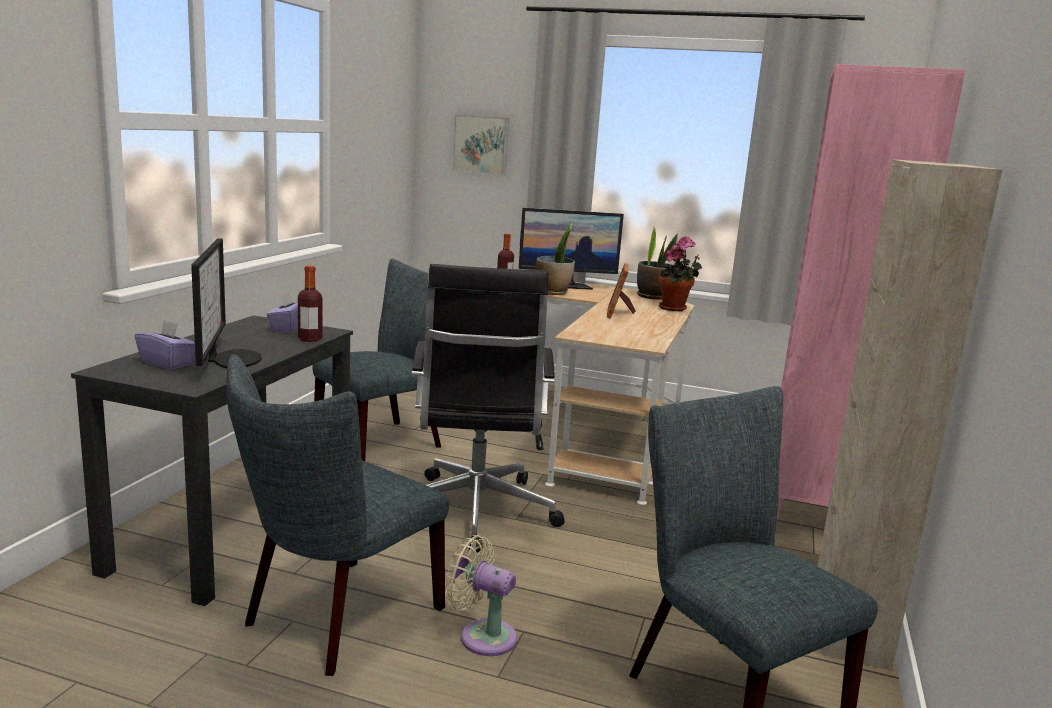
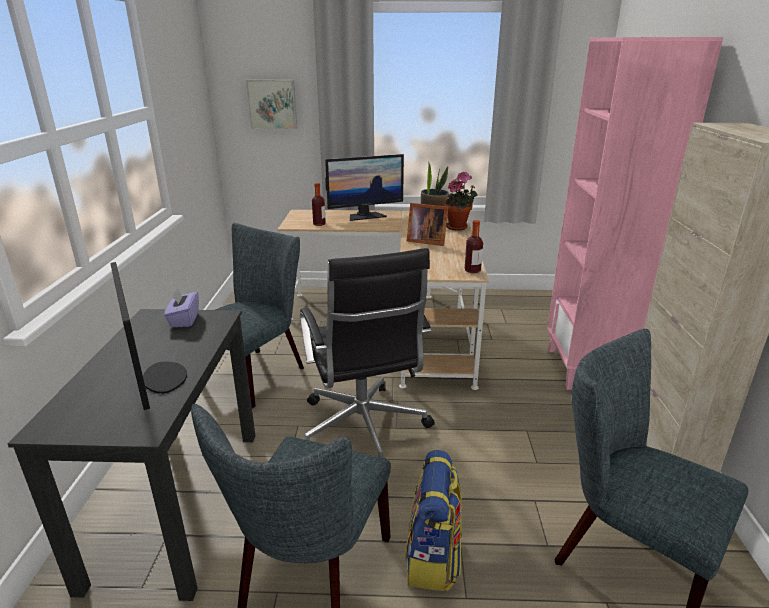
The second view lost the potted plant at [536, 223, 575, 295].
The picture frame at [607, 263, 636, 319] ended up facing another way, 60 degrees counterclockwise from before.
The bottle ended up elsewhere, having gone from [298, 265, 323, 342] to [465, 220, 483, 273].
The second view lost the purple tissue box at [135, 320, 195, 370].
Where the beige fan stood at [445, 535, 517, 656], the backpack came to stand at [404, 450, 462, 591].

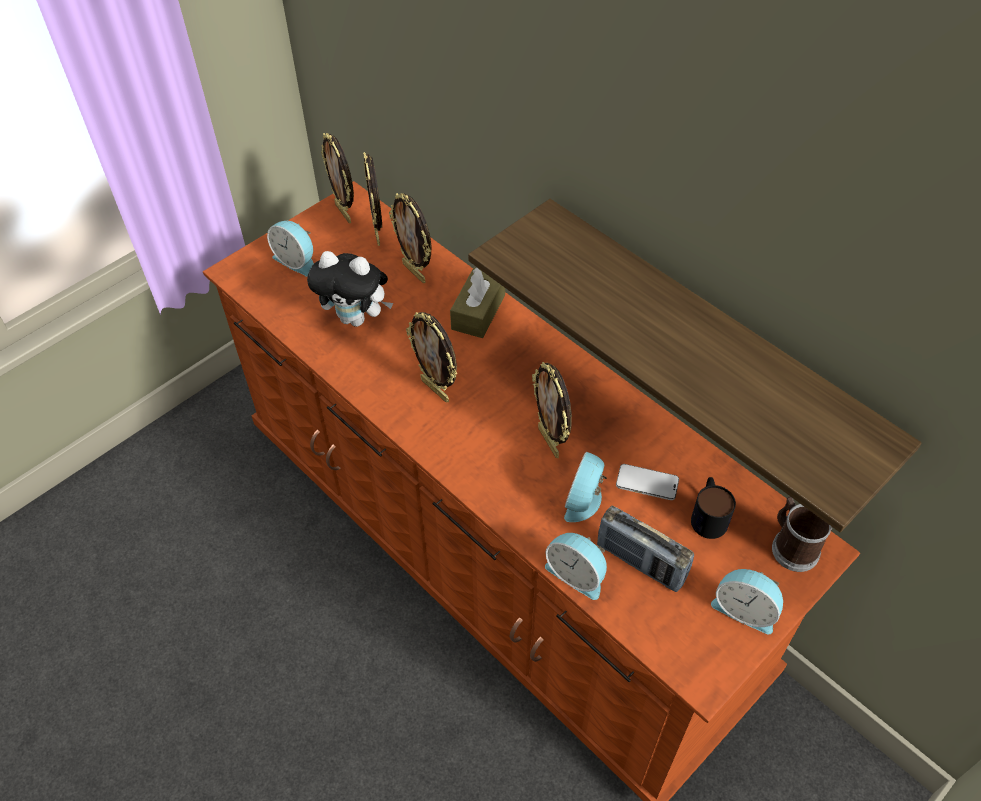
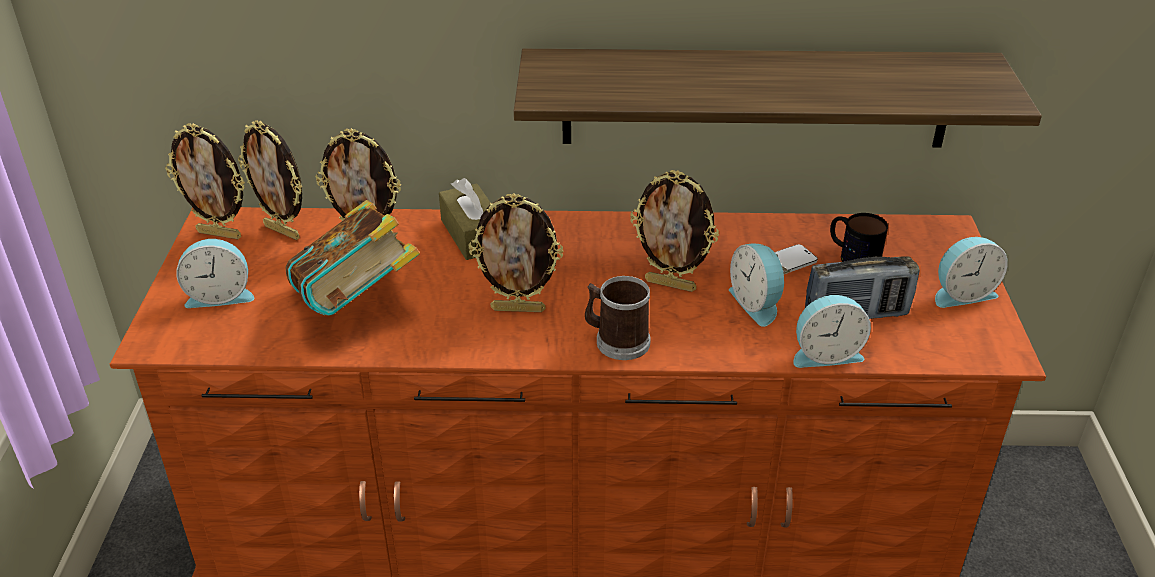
Where the plush toy stood at [307, 251, 393, 327], the book came to stand at [285, 200, 420, 316].
The mug ended up elsewhere, having gone from [772, 497, 832, 572] to [585, 276, 651, 360].

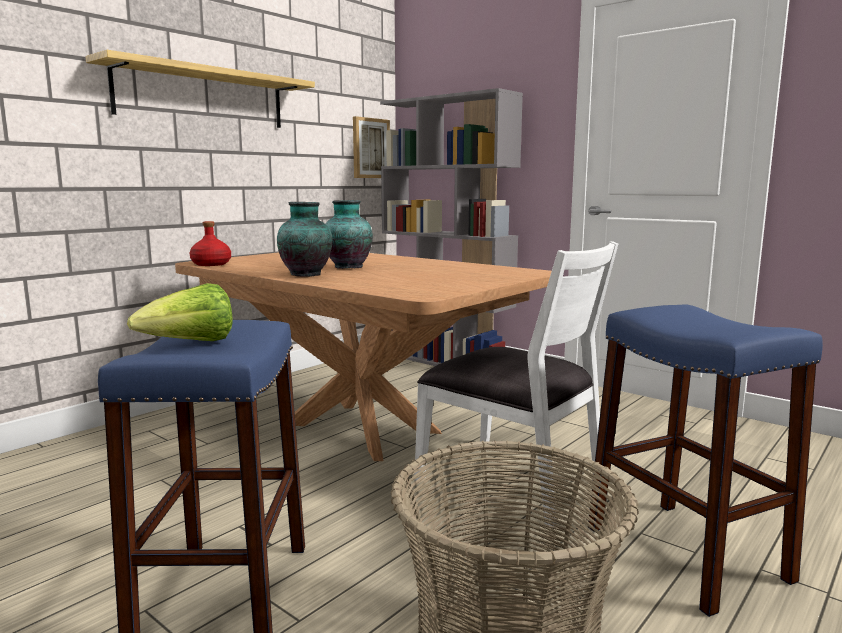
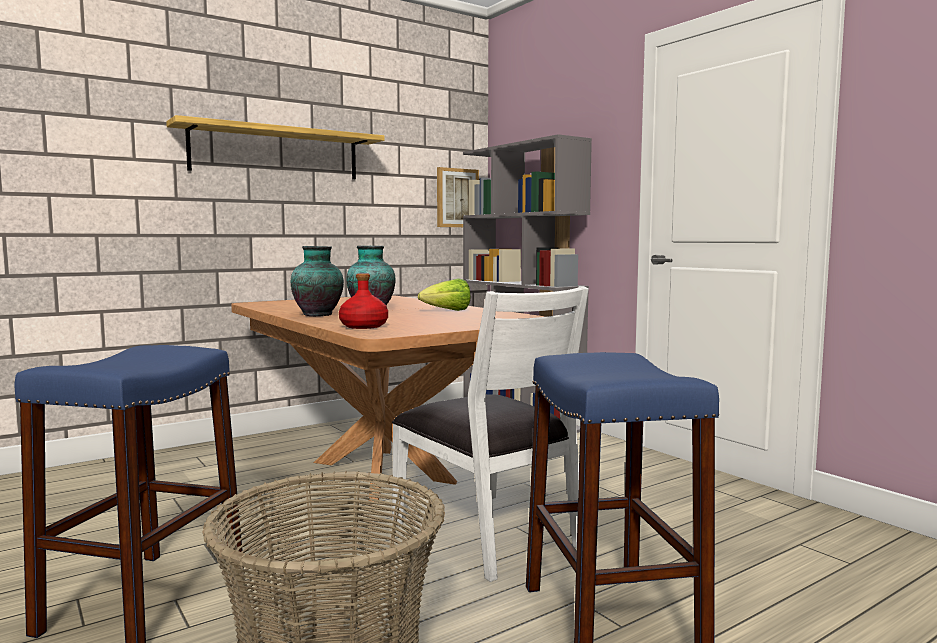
The red bottle ended up elsewhere, having gone from [190, 221, 231, 266] to [339, 273, 388, 329].
The lettuce ended up elsewhere, having gone from [127, 283, 232, 341] to [418, 278, 470, 311].

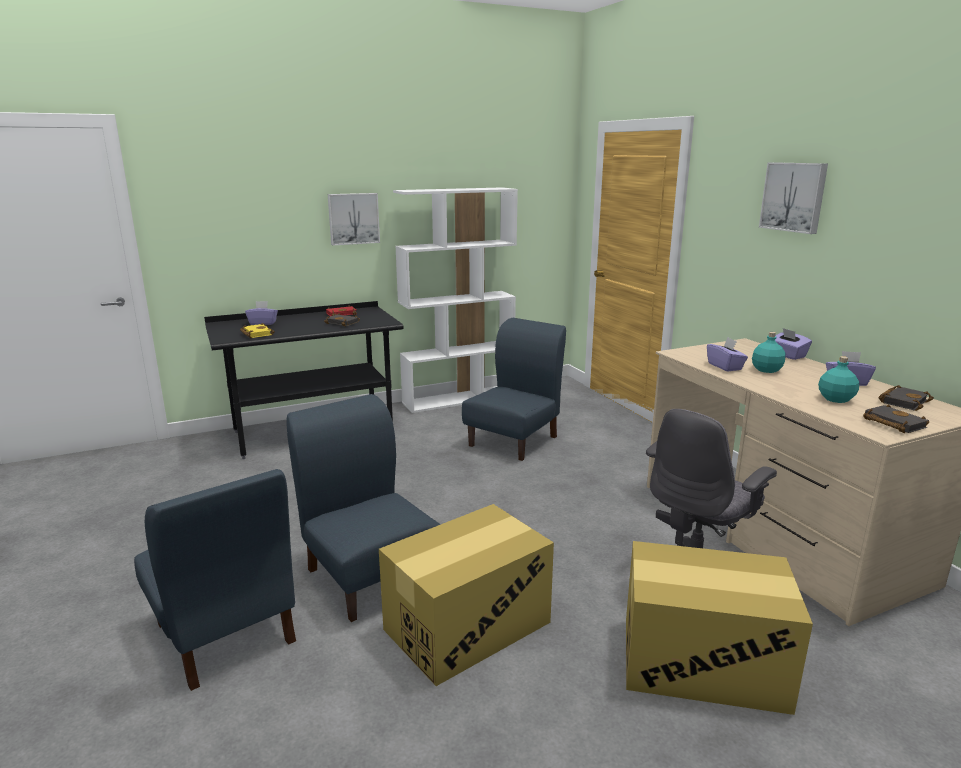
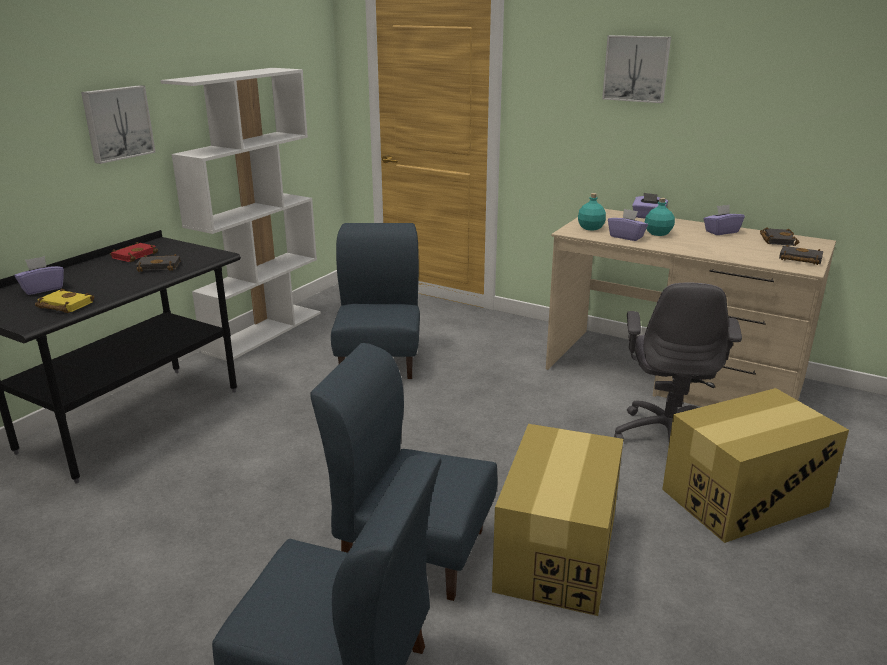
The turquoise bottle ended up elsewhere, having gone from [818, 356, 859, 403] to [578, 193, 606, 230].

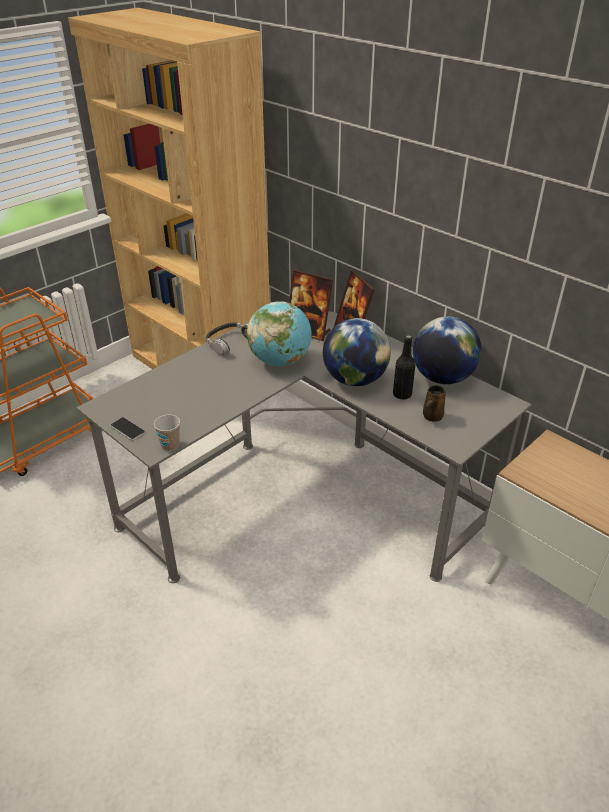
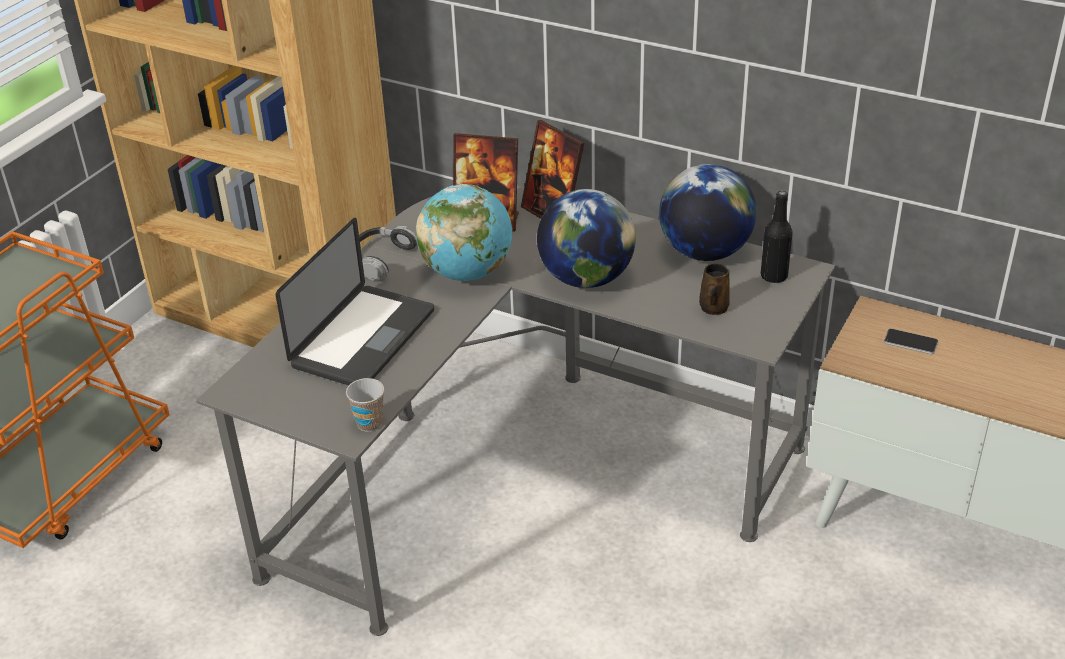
The black bottle ended up elsewhere, having gone from [393, 335, 415, 399] to [761, 191, 793, 283].
The phone ended up elsewhere, having gone from [110, 417, 145, 440] to [884, 329, 938, 354].
The second view gained the laptop at [276, 218, 434, 385].

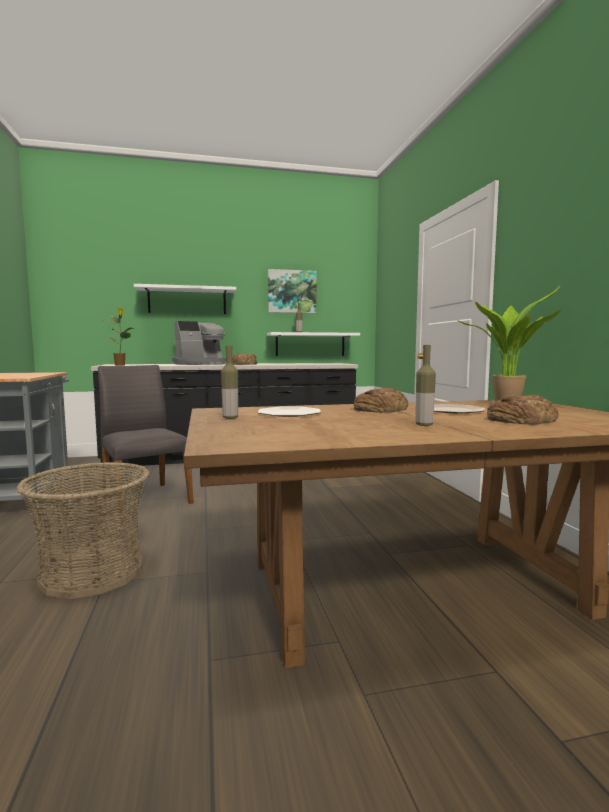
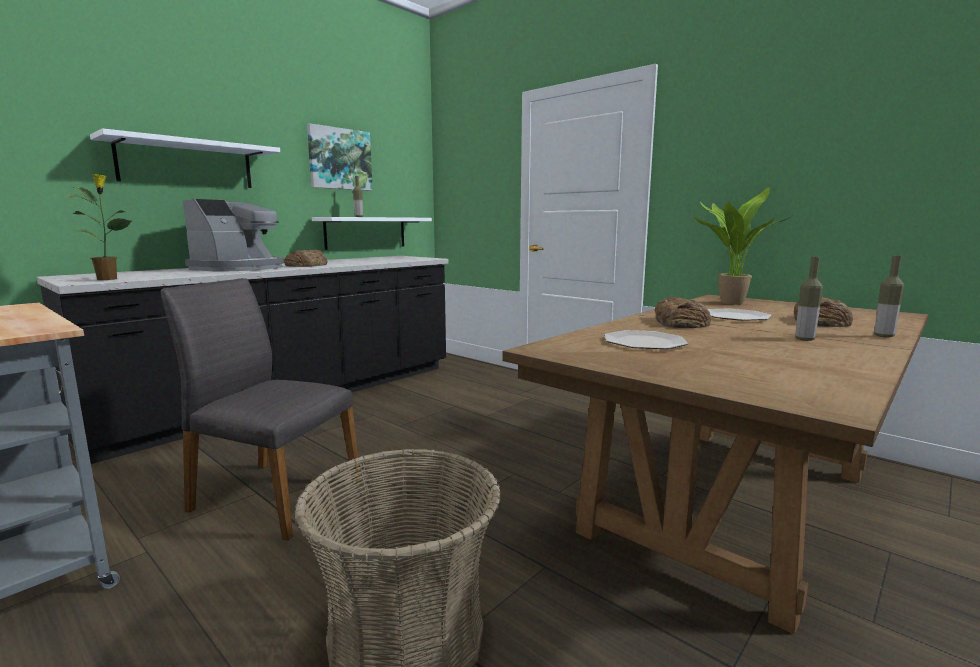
The bottle ended up elsewhere, having gone from [221, 345, 238, 419] to [874, 256, 904, 337].

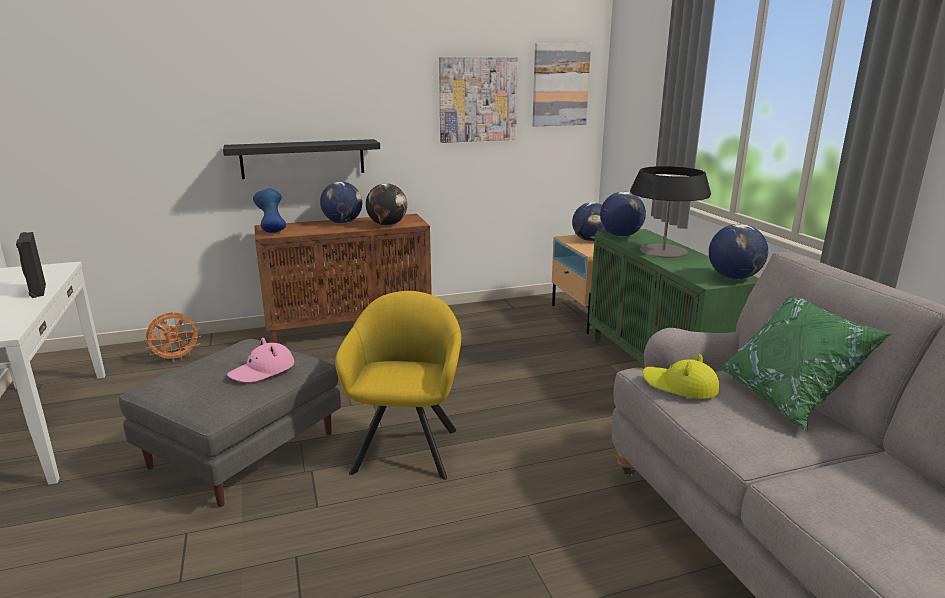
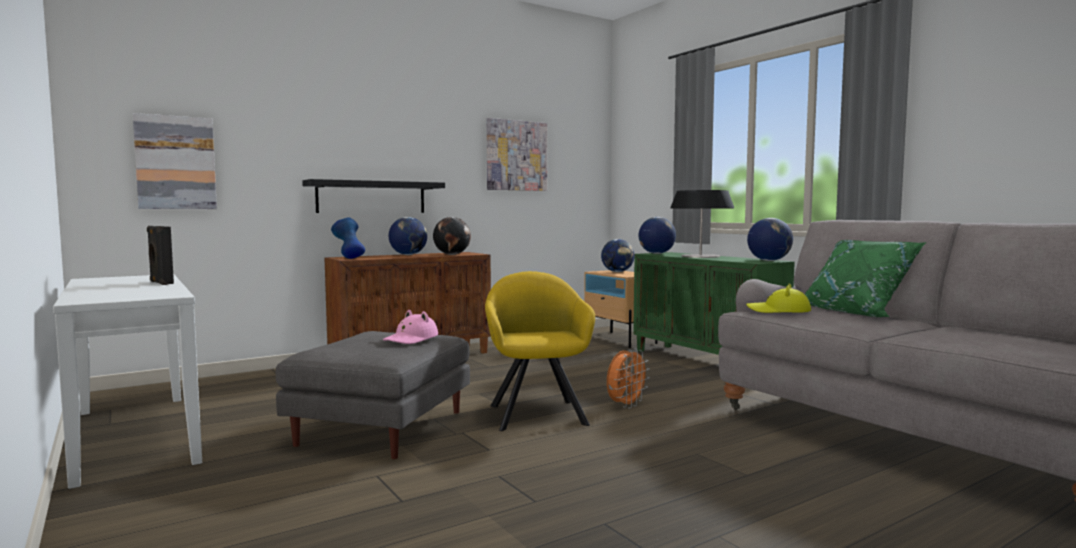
The picture ended up elsewhere, having gone from [532, 43, 591, 127] to [133, 113, 217, 209].
The orange fan ended up elsewhere, having gone from [144, 312, 201, 362] to [607, 348, 650, 408].

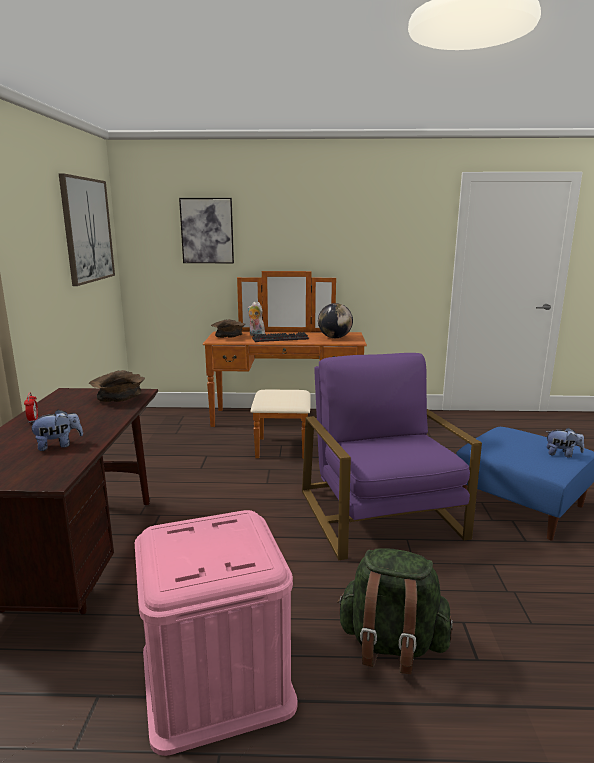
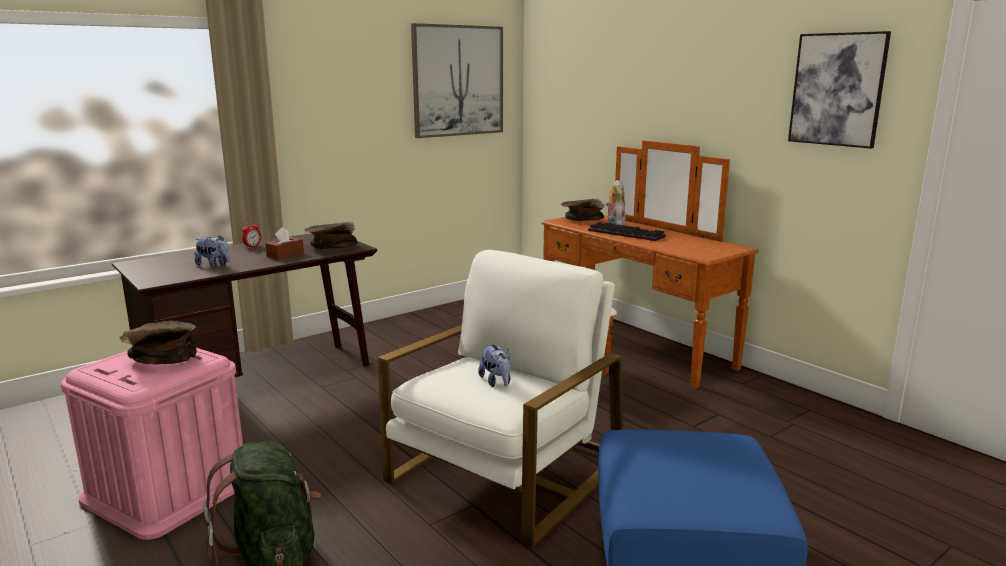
The picture ended up elsewhere, having gone from [179, 198, 234, 263] to [788, 31, 891, 149].
The second view lost the globe at [318, 303, 353, 338].
What was the purple armchair at [302, 353, 482, 560] turned into the white armchair at [378, 250, 623, 548].
The plush toy ended up elsewhere, having gone from [546, 428, 584, 457] to [478, 344, 511, 387].
The second view gained the brown tissue box at [265, 227, 304, 260].
The second view gained the brown bowl at [119, 321, 197, 364].

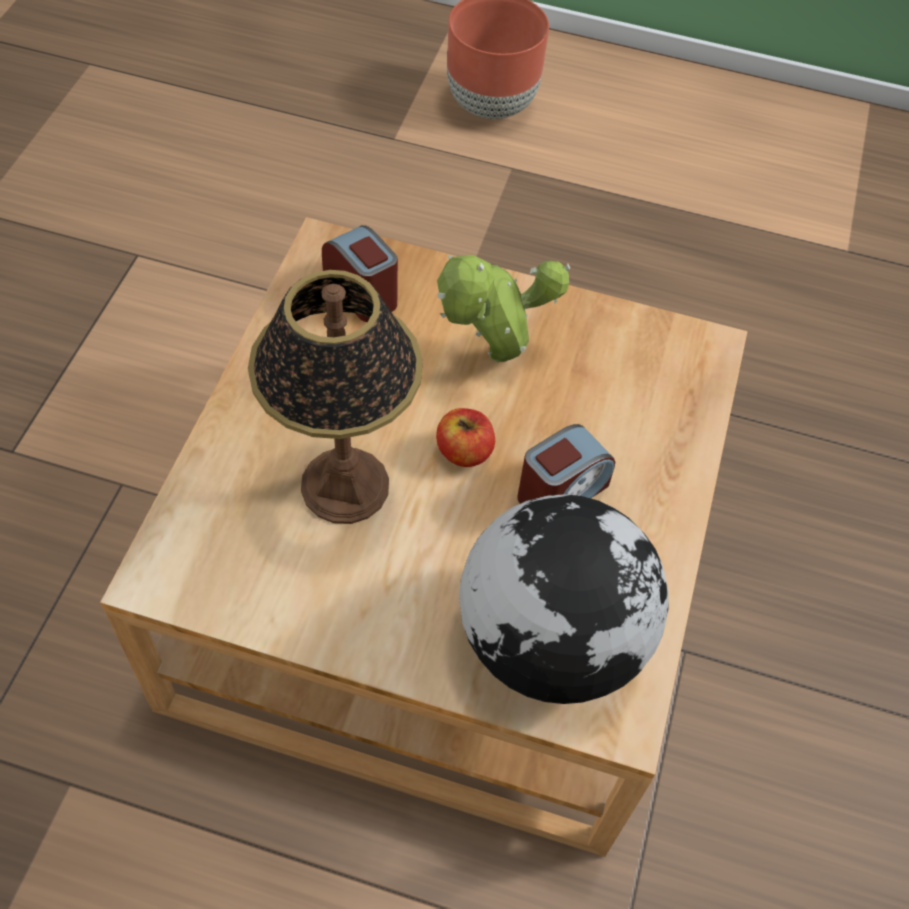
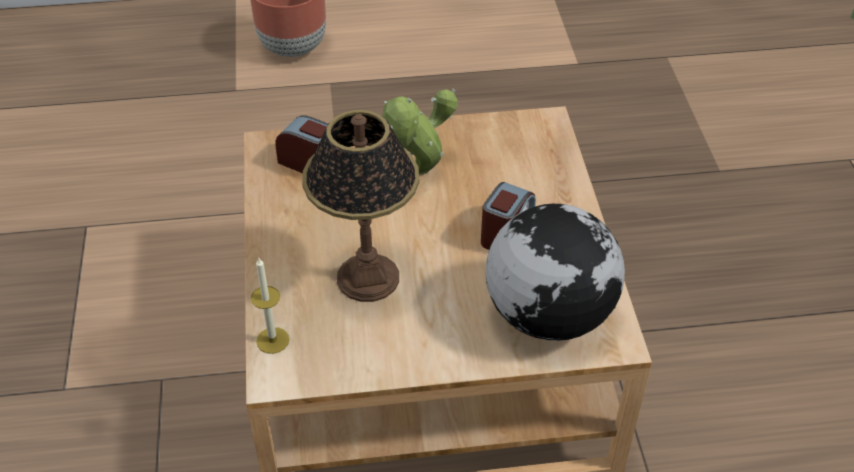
The second view lost the apple at [436, 408, 495, 467].
The second view gained the candle at [251, 258, 290, 354].

